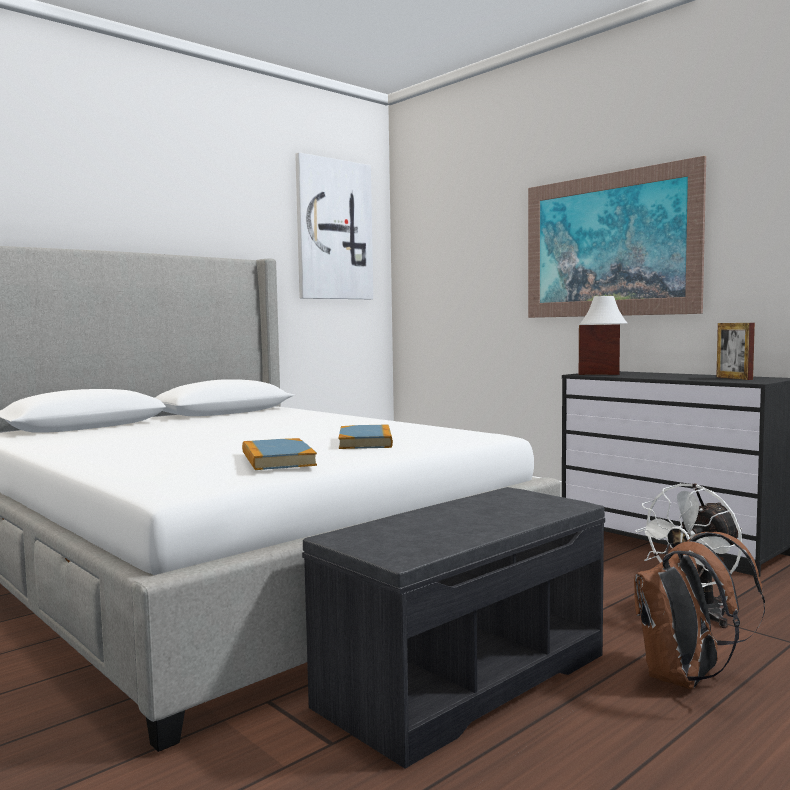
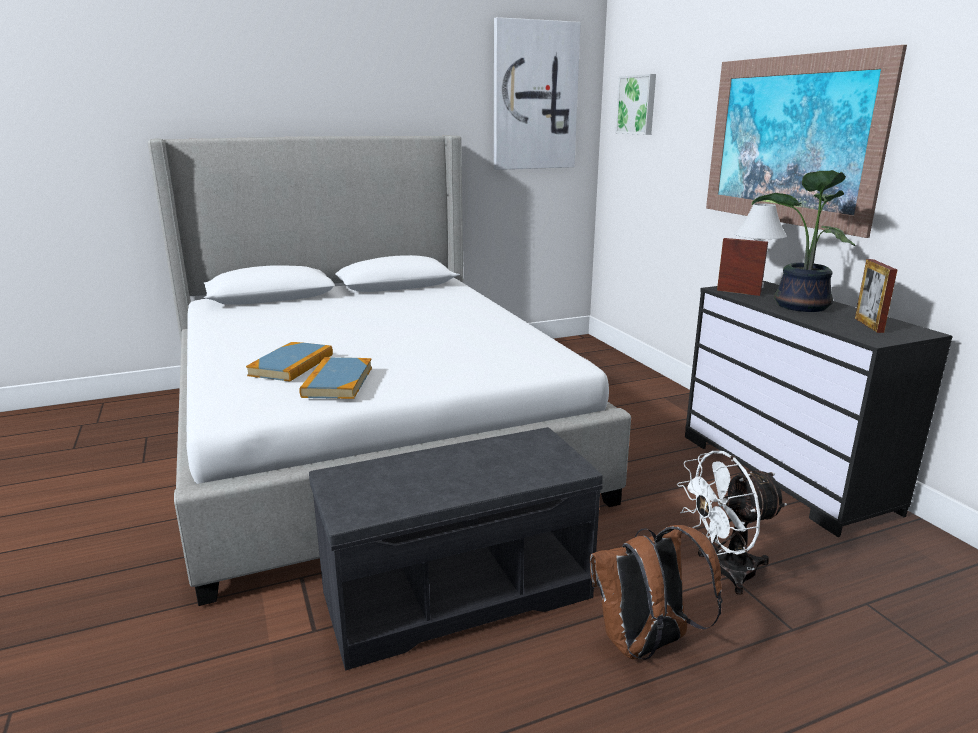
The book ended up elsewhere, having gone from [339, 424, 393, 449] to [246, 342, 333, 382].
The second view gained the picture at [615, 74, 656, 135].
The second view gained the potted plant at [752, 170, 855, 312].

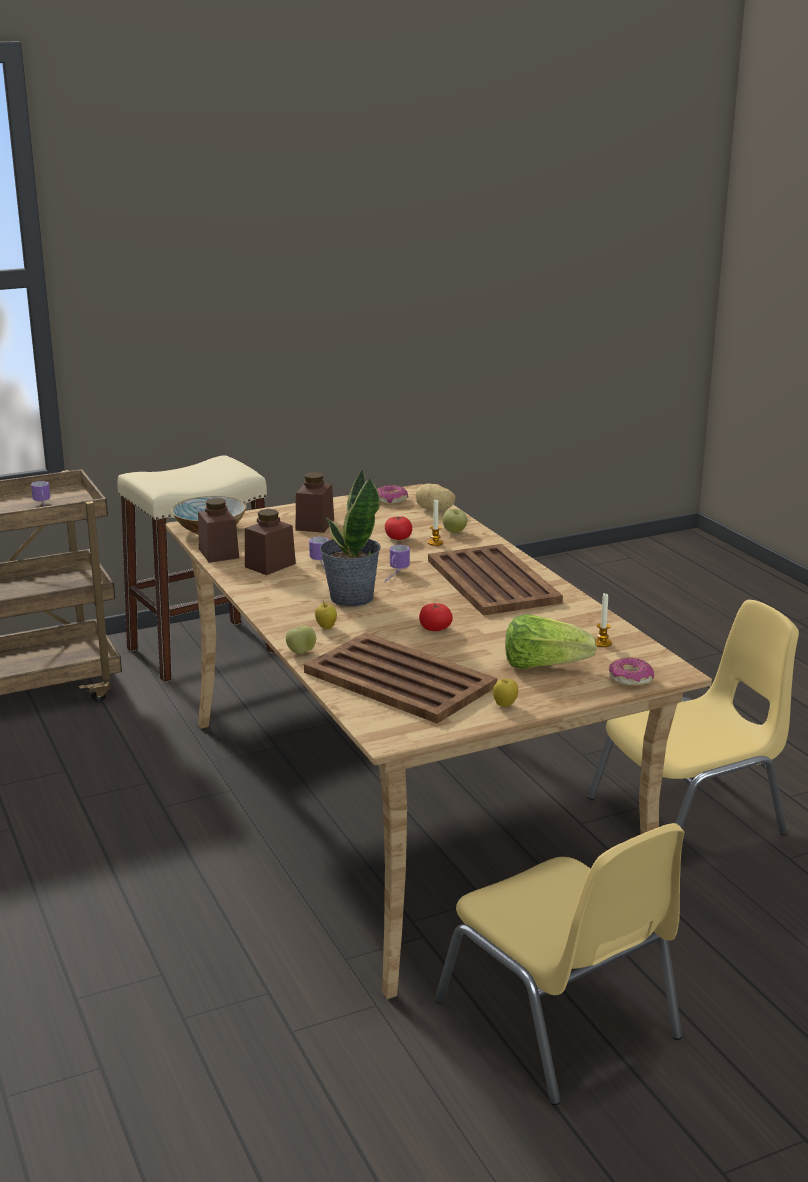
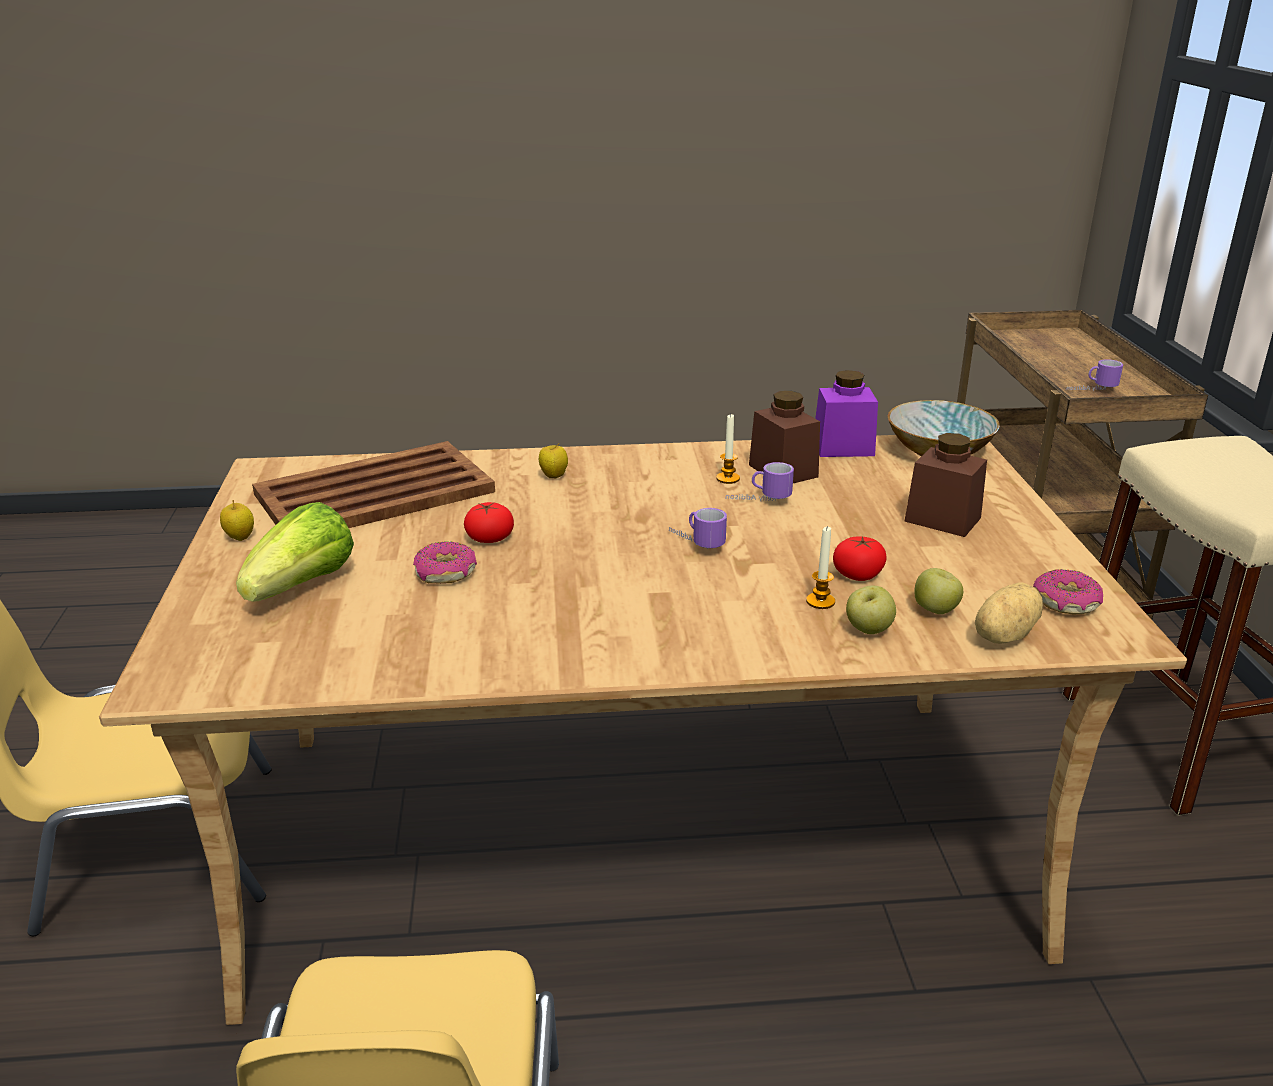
The second view lost the potted plant at [320, 469, 381, 606].
What was the brown jar at [198, 498, 239, 563] turned into the purple jar at [815, 370, 878, 457].
The second view lost the brown tray at [428, 544, 563, 616].
The candle ended up elsewhere, having gone from [596, 593, 612, 647] to [716, 414, 740, 484].
The apple ended up elsewhere, having gone from [286, 626, 316, 654] to [914, 568, 963, 614].
The donut ended up elsewhere, having gone from [609, 658, 654, 686] to [413, 541, 477, 584].

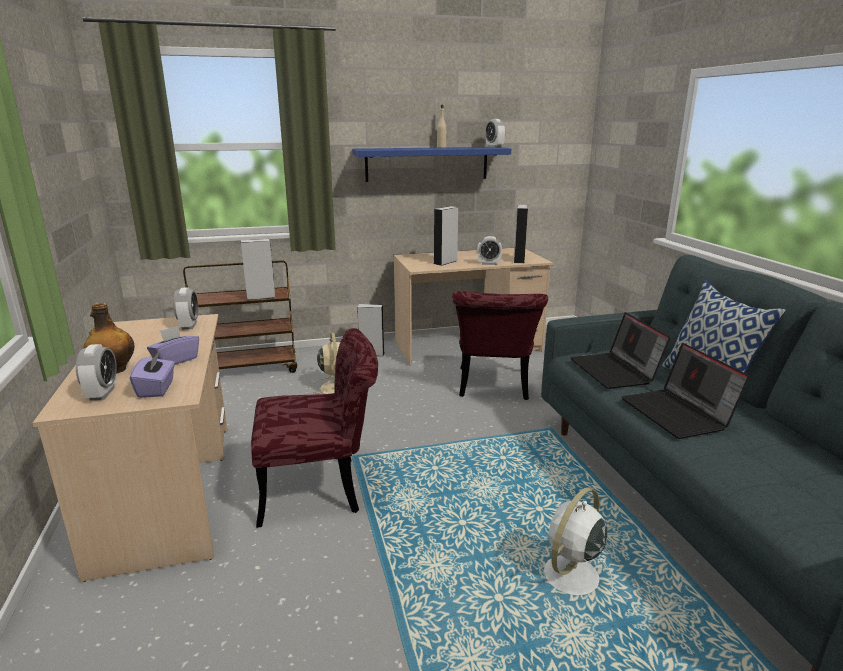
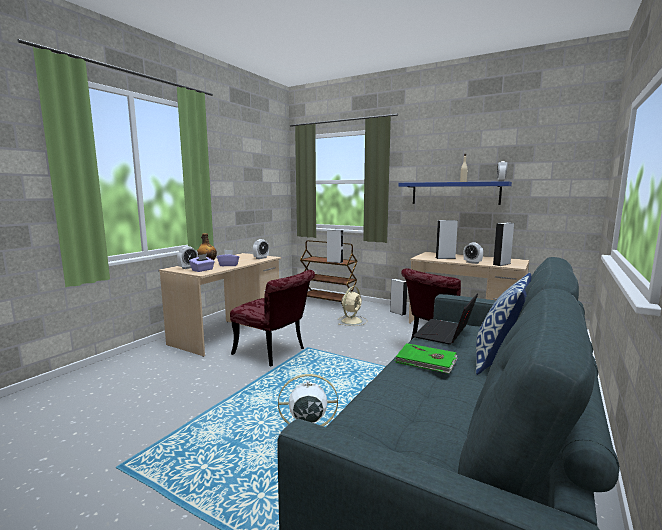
Where the laptop stood at [621, 343, 750, 439], the green book came to stand at [395, 343, 457, 374].

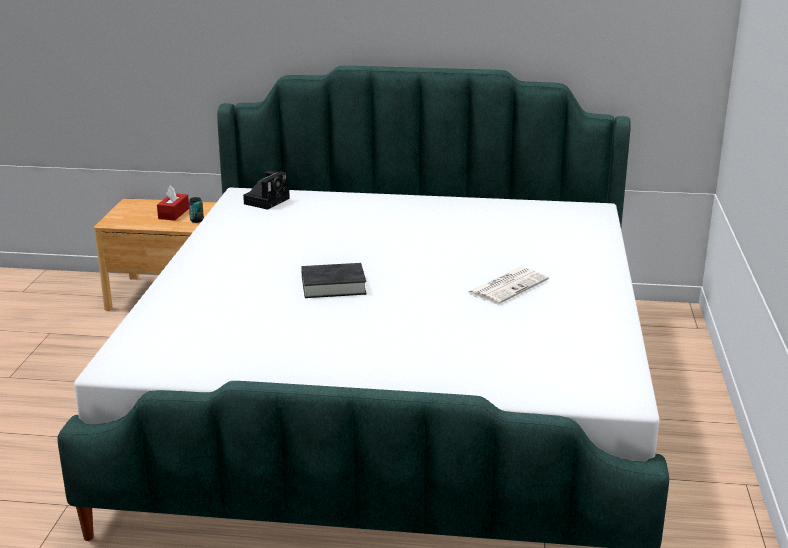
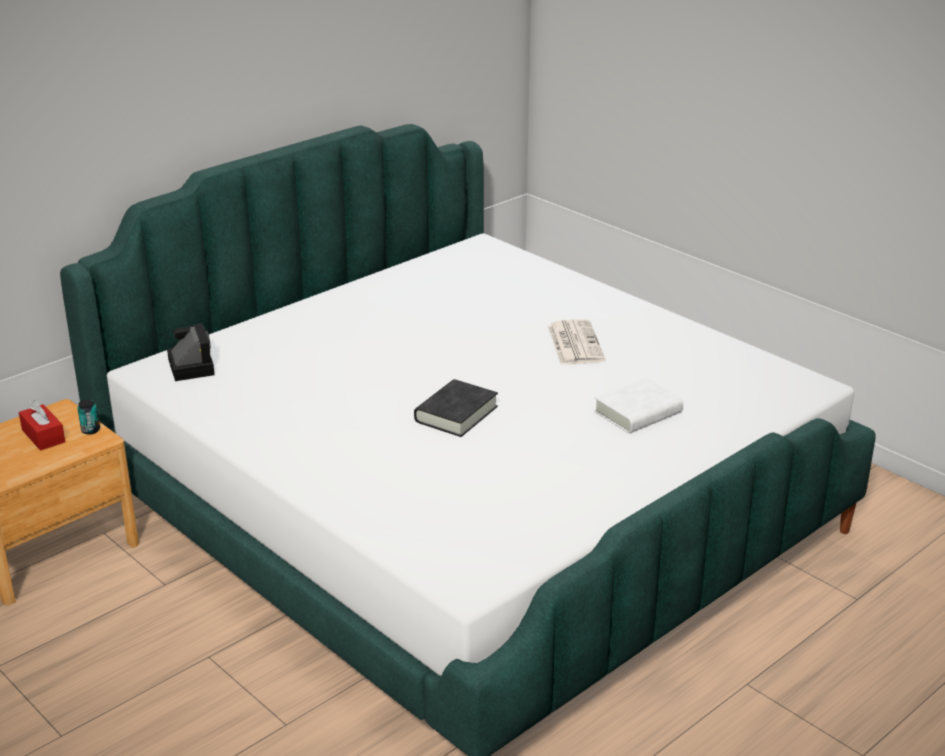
The second view gained the white book at [594, 378, 683, 433].

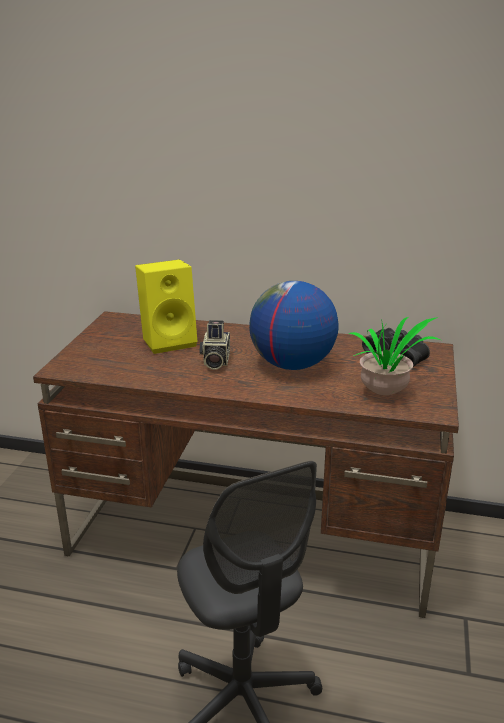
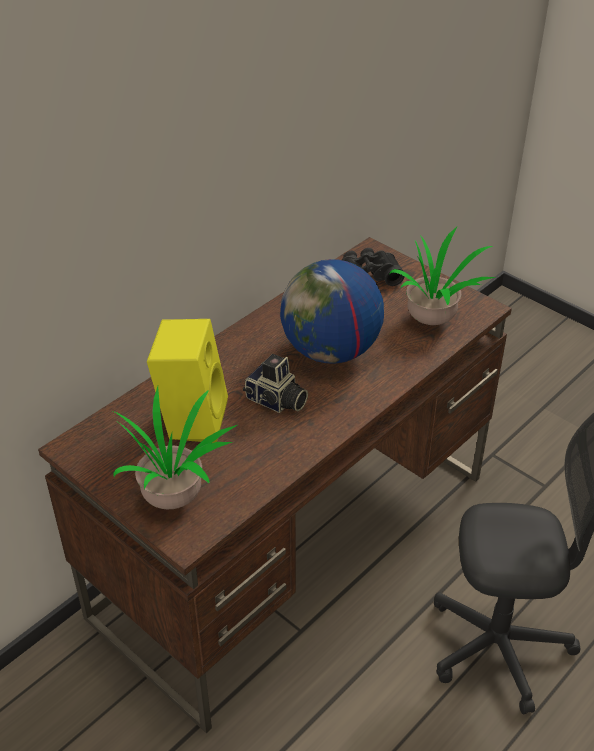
The second view gained the potted plant at [113, 386, 237, 509].

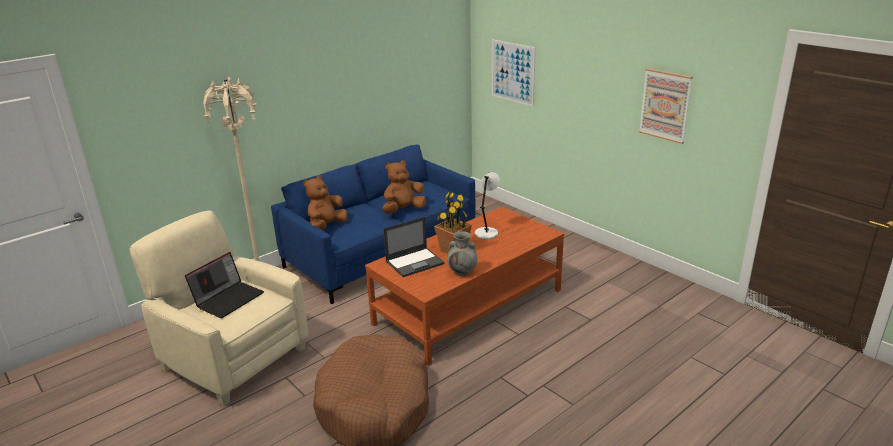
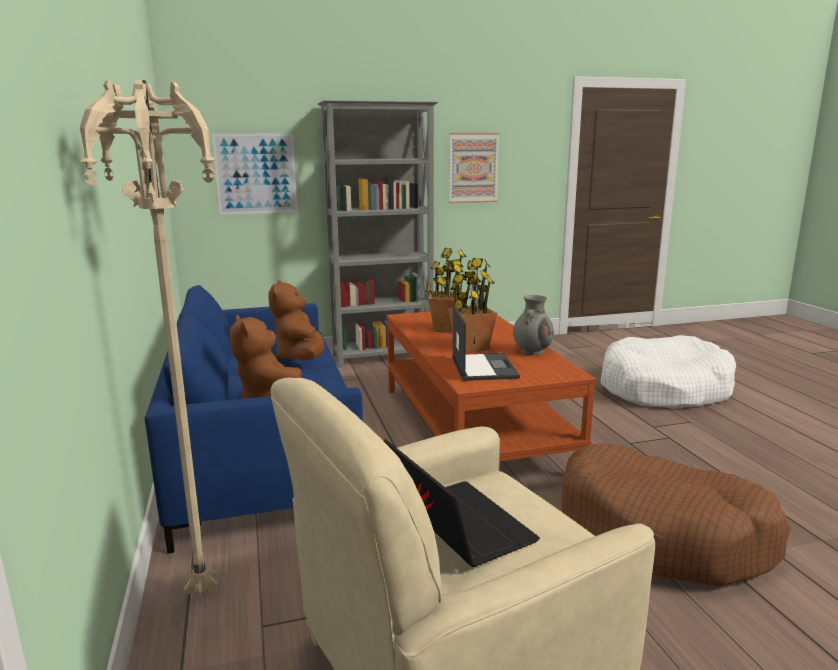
Where the grey table lamp stood at [475, 172, 500, 239], the potted plant came to stand at [426, 248, 468, 333].
The second view gained the grey bookcase at [318, 100, 438, 368].
The second view gained the white dog bed at [601, 335, 736, 409].

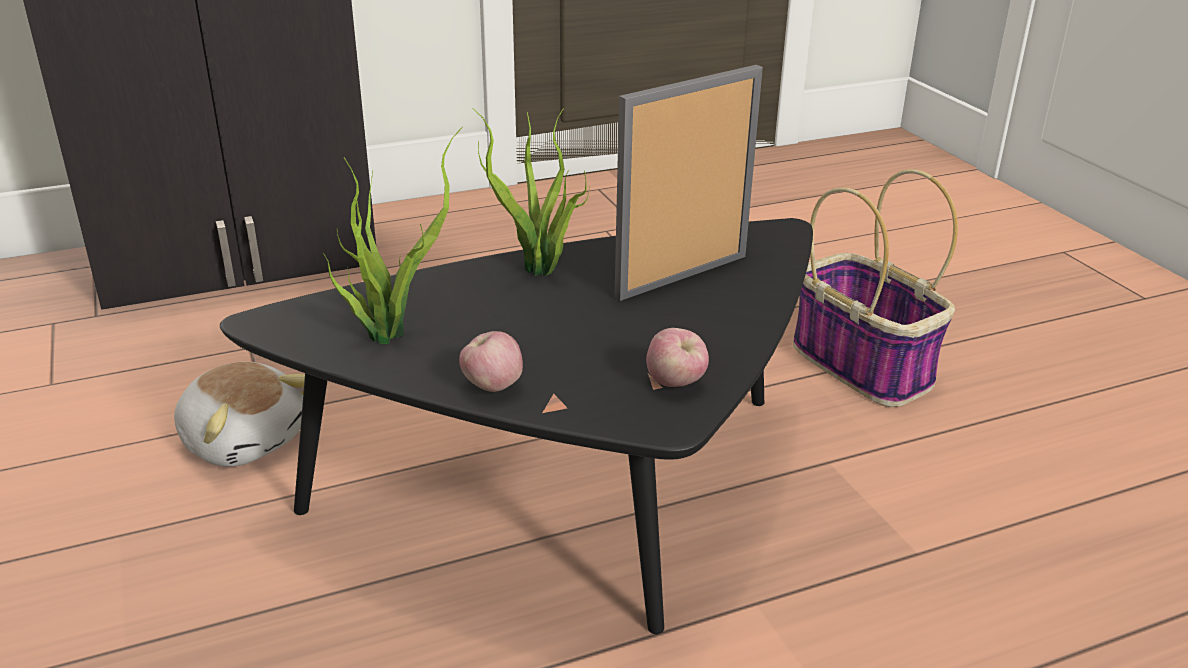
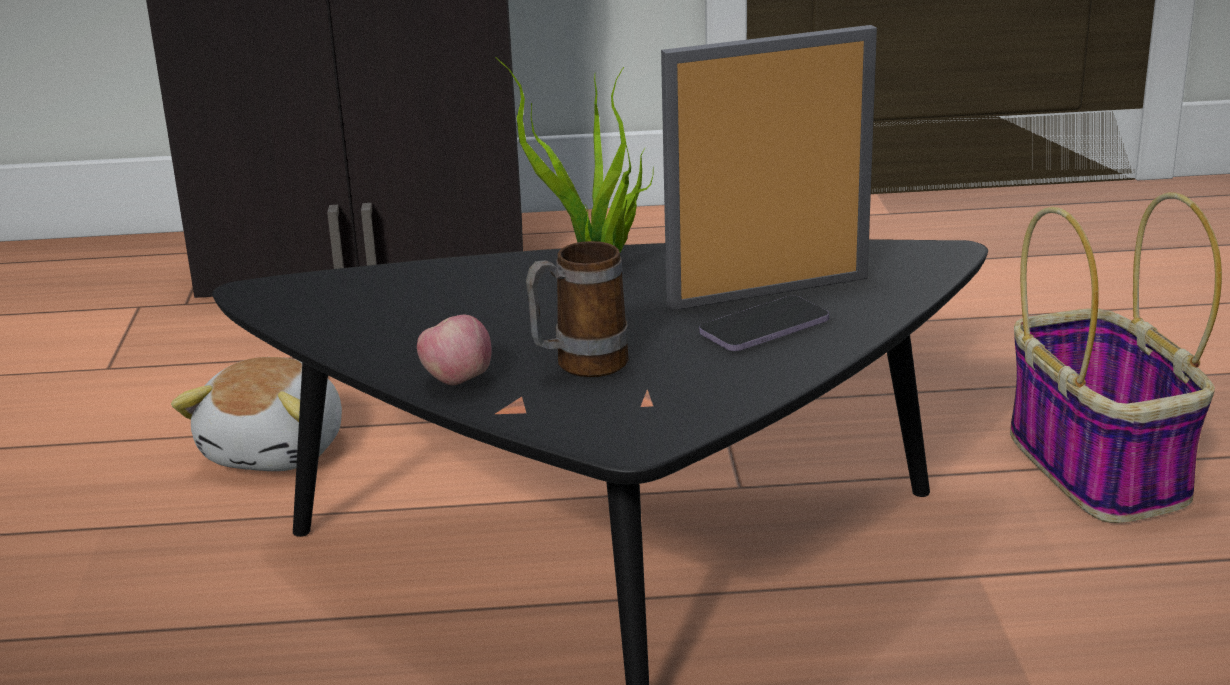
The second view lost the potted plant at [323, 127, 463, 344].
The second view lost the apple at [646, 328, 709, 387].
The plush toy at [174, 362, 305, 467] ended up facing another way, 45 degrees clockwise from before.
The second view gained the mug at [526, 241, 629, 377].
The second view gained the phone at [699, 296, 829, 351].

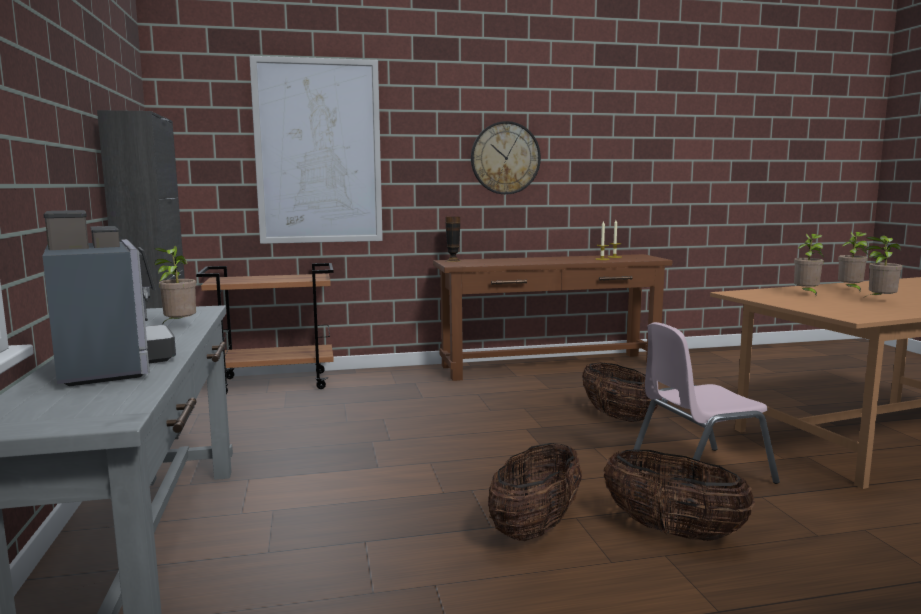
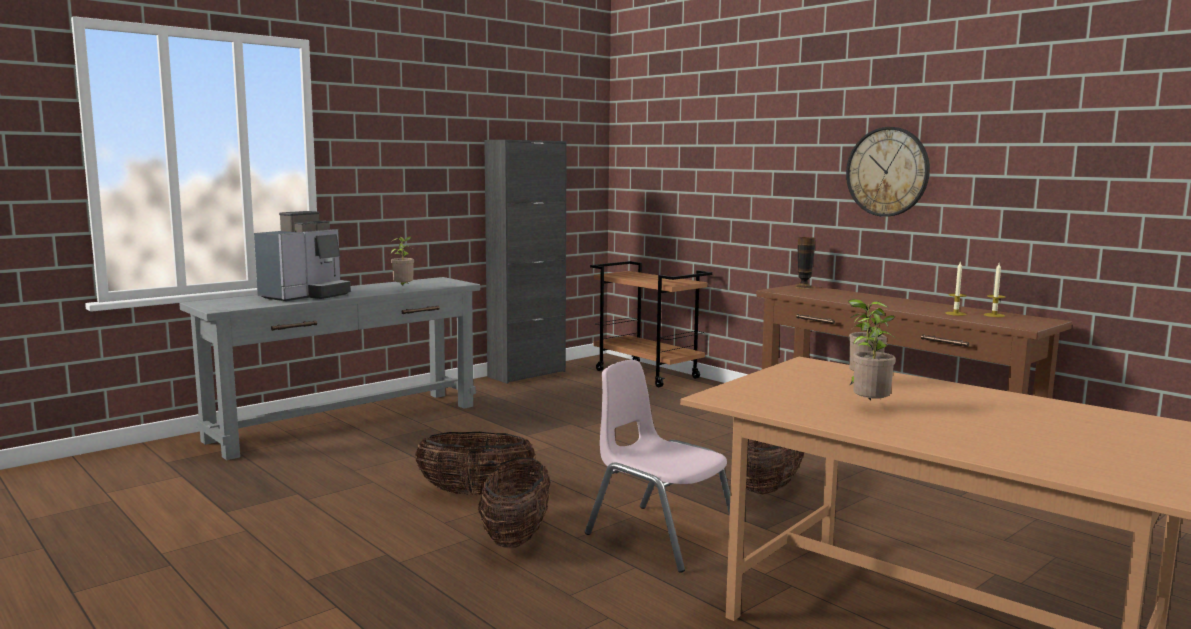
The second view lost the picture at [249, 56, 383, 244].
The second view lost the potted plant at [838, 232, 868, 291].

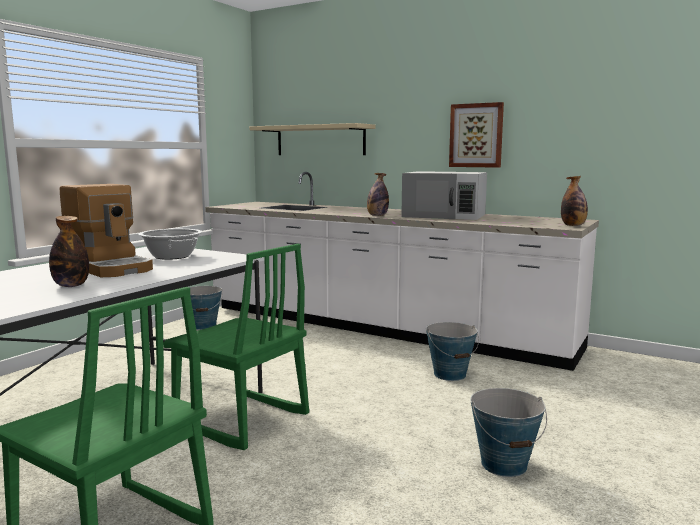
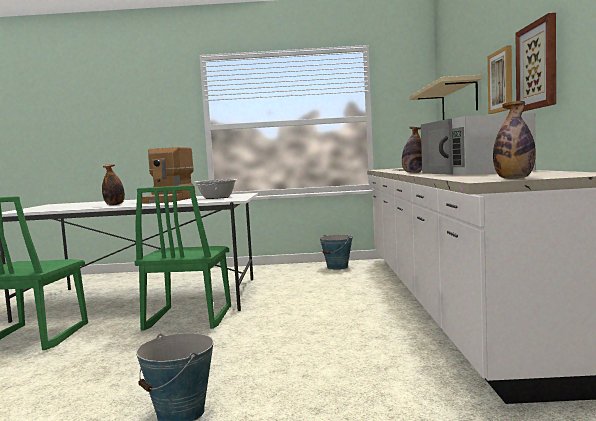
The second view lost the bucket at [426, 322, 479, 381].
The second view gained the picture at [487, 45, 512, 114].

